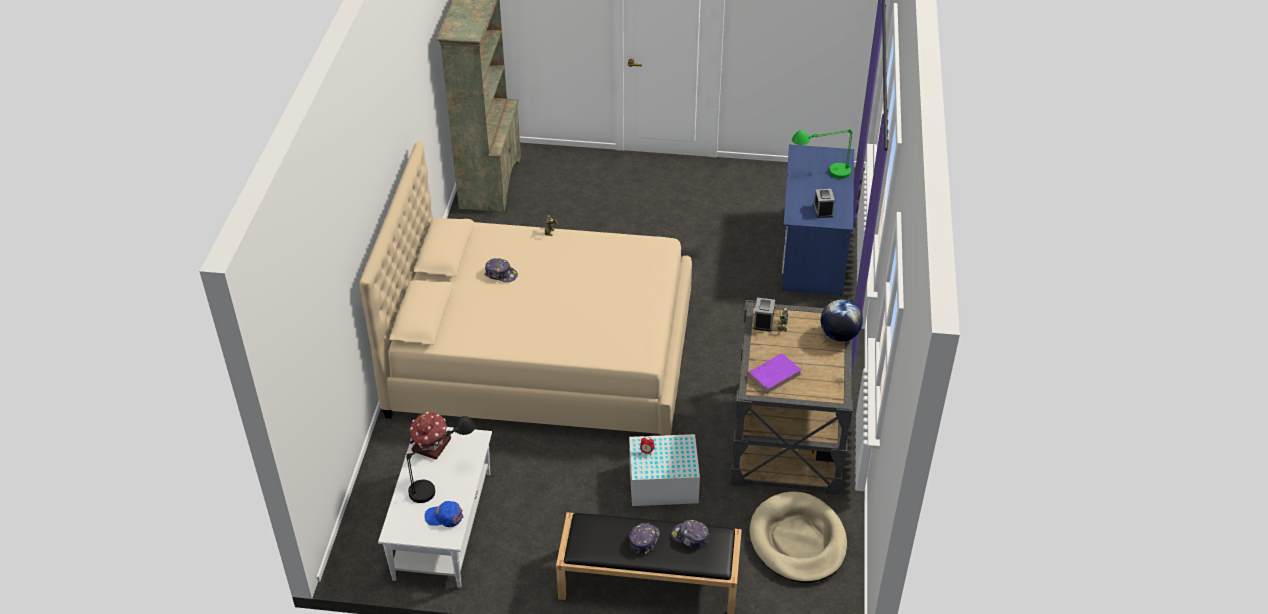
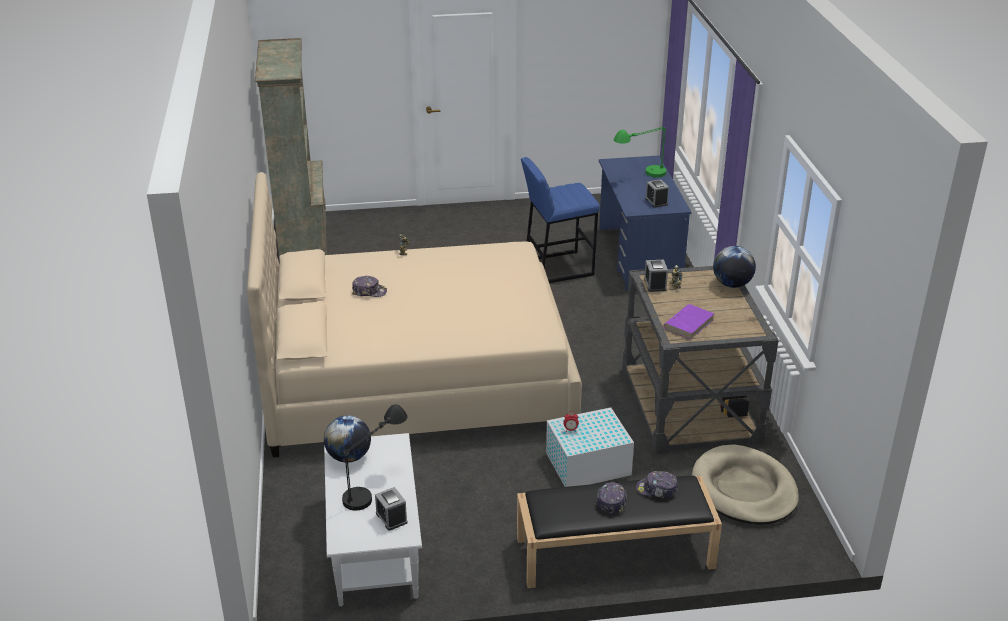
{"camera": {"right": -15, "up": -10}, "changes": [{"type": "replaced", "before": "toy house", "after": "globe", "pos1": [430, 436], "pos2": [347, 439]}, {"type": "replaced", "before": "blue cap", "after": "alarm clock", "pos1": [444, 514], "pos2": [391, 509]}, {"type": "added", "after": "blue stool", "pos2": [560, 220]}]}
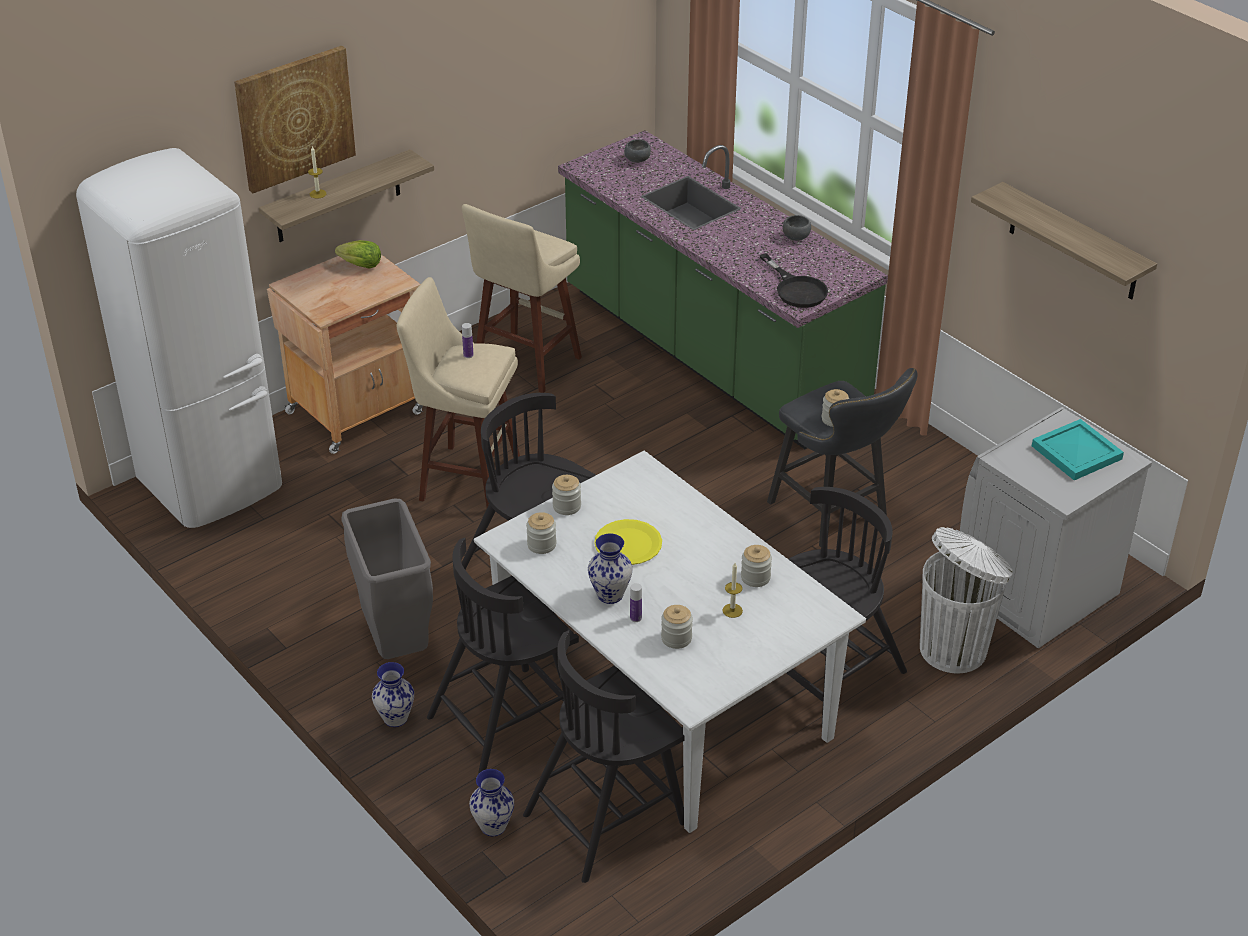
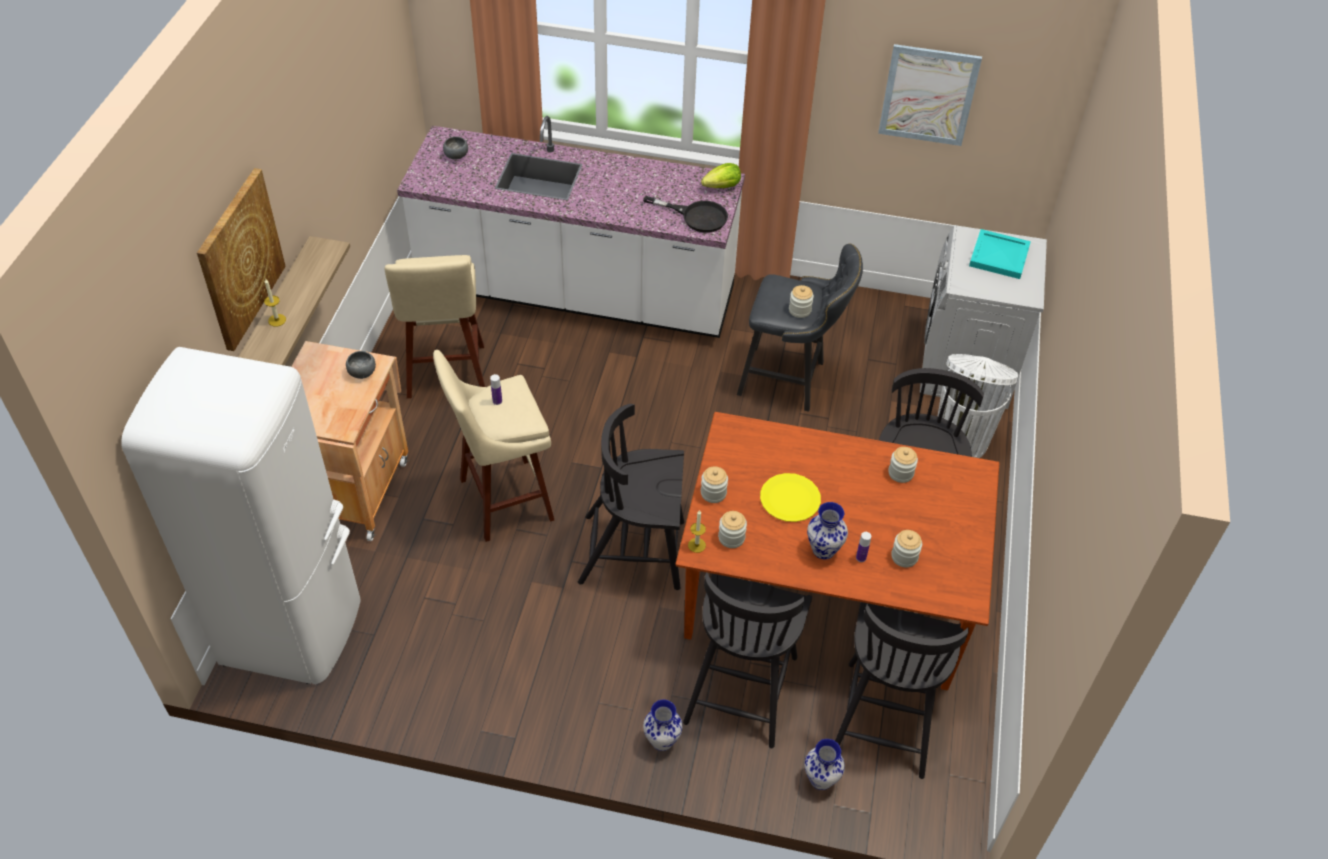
{"camera": {"right": -40, "up": 10}, "changes": [{"type": "recoloured", "before": "green counter", "after": "white counter", "pos1": [723, 289], "pos2": [571, 227]}, {"type": "replaced", "before": "shelf", "after": "picture", "pos1": [1064, 241], "pos2": [930, 95]}, {"type": "moved", "before": "grey bowl", "pos1": [797, 228], "pos2": [361, 365]}, {"type": "moved", "before": "lettuce", "pos1": [358, 254], "pos2": [721, 175]}, {"type": "recoloured", "before": "white dining table", "after": "brown dining table", "pos1": [670, 642], "pos2": [837, 551]}, {"type": "removed", "before": "grey trash can", "pos1": [387, 578]}, {"type": "moved", "before": "candle", "pos1": [732, 590], "pos2": [697, 531]}]}
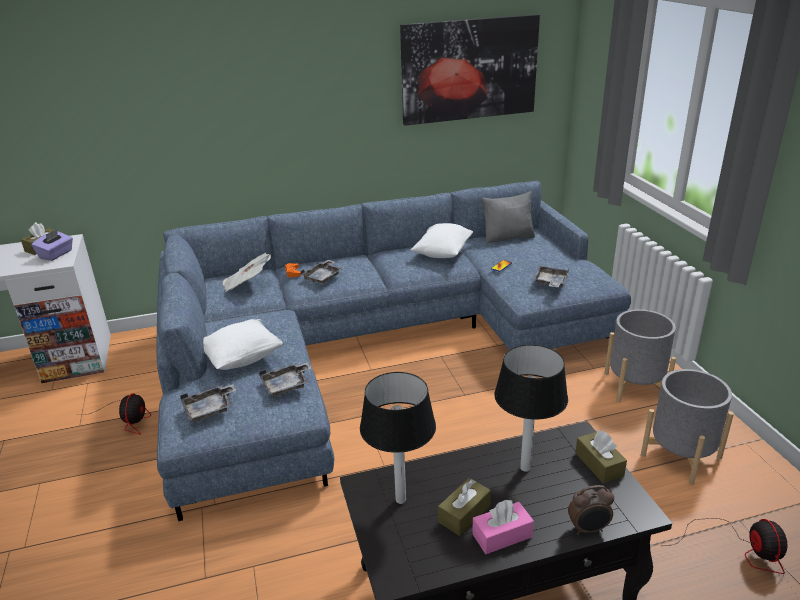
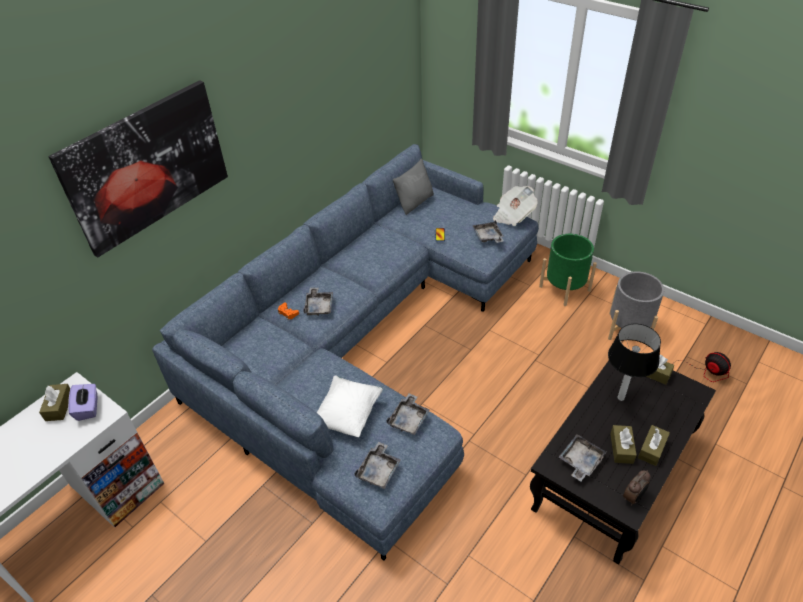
{"camera": {"right": -35, "up": 15}, "changes": [{"type": "moved", "before": "picture", "pos1": [470, 70], "pos2": [138, 168]}, {"type": "removed", "before": "white pillow", "pos1": [442, 240]}, {"type": "moved", "before": "newspaper", "pos1": [247, 272], "pos2": [515, 206]}, {"type": "recoloured", "before": "grey planter", "after": "green planter", "pos1": [640, 355], "pos2": [568, 270]}, {"type": "replaced", "before": "table lamp", "after": "grey tray", "pos1": [398, 438], "pos2": [582, 457]}, {"type": "removed", "before": "fan", "pos1": [118, 414]}, {"type": "moved", "before": "alarm clock", "pos1": [591, 510], "pos2": [636, 488]}, {"type": "recoloured", "before": "pink tissue box", "after": "brown tissue box", "pos1": [503, 527], "pos2": [654, 445]}]}
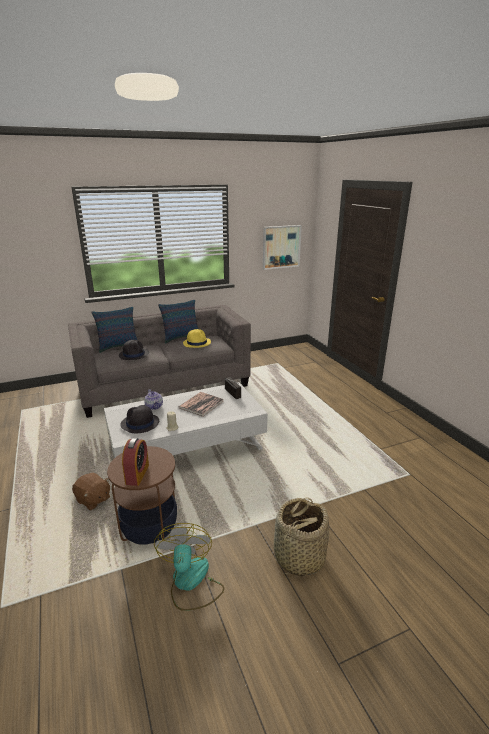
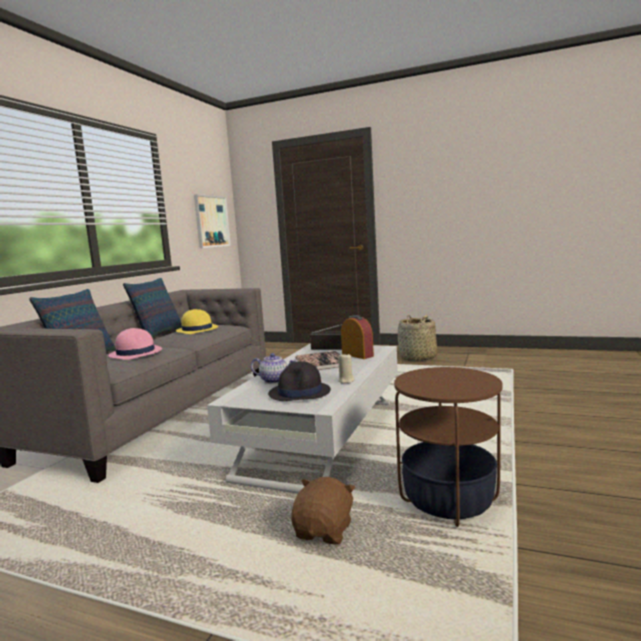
{"camera": {"right": -45, "up": -15}, "changes": [{"type": "recoloured", "before": "black hat", "after": "pink hat", "pos1": [134, 350], "pos2": [135, 344]}, {"type": "moved", "before": "alarm clock", "pos1": [135, 462], "pos2": [357, 337]}, {"type": "turned", "before": "brown plush toy", "pos1": [91, 492], "pos2": [323, 511], "turn": -60}, {"type": "moved", "before": "basket", "pos1": [301, 536], "pos2": [417, 338]}, {"type": "removed", "before": "fan", "pos1": [189, 567]}]}
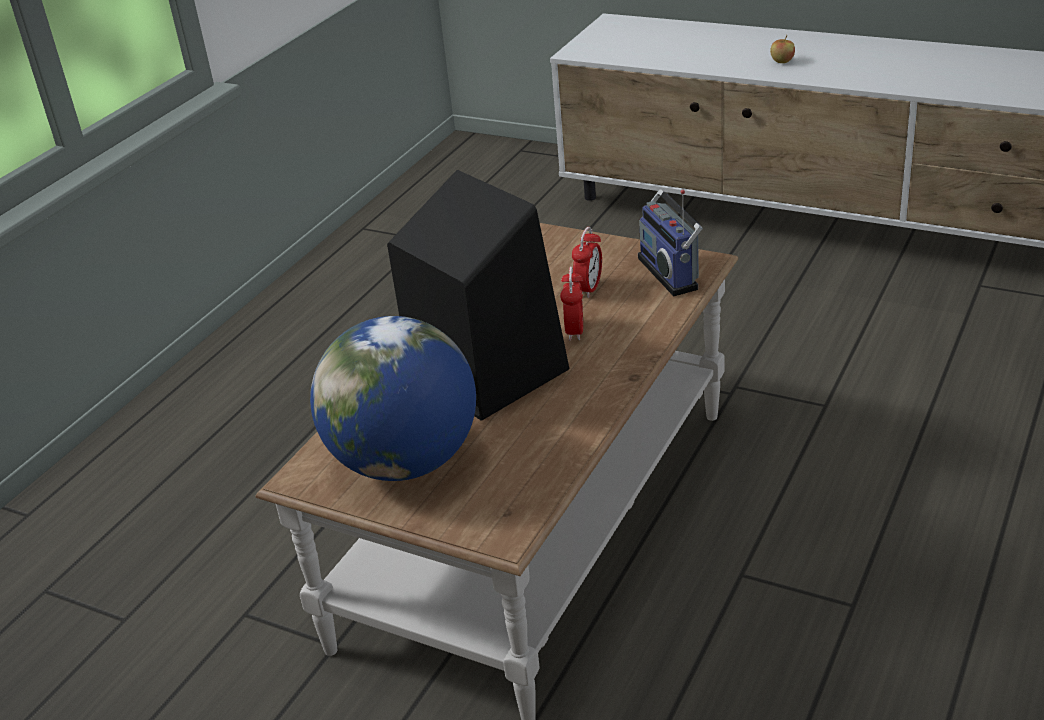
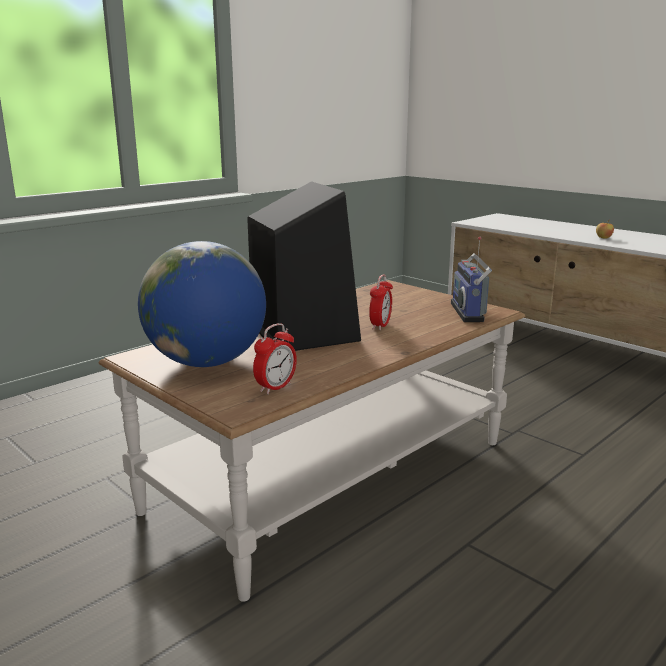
{"camera": {"right": 15, "up": -15}, "changes": [{"type": "moved", "before": "alarm clock", "pos1": [587, 262], "pos2": [275, 358]}]}
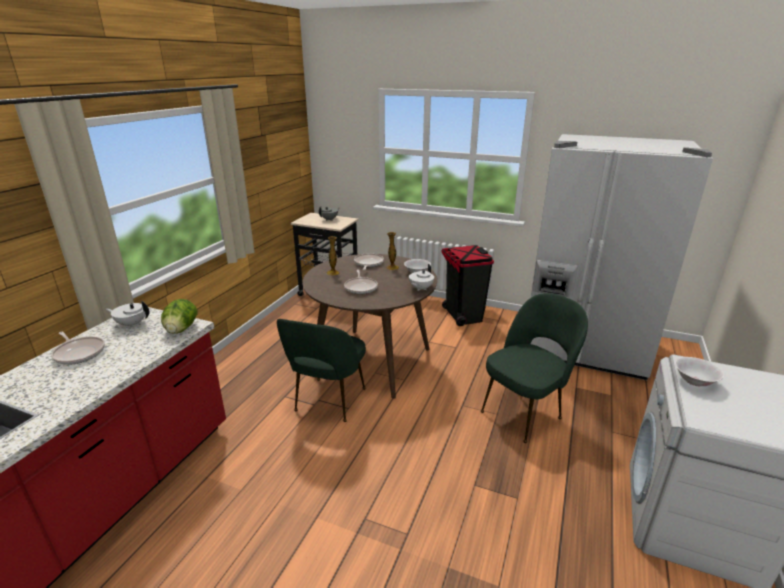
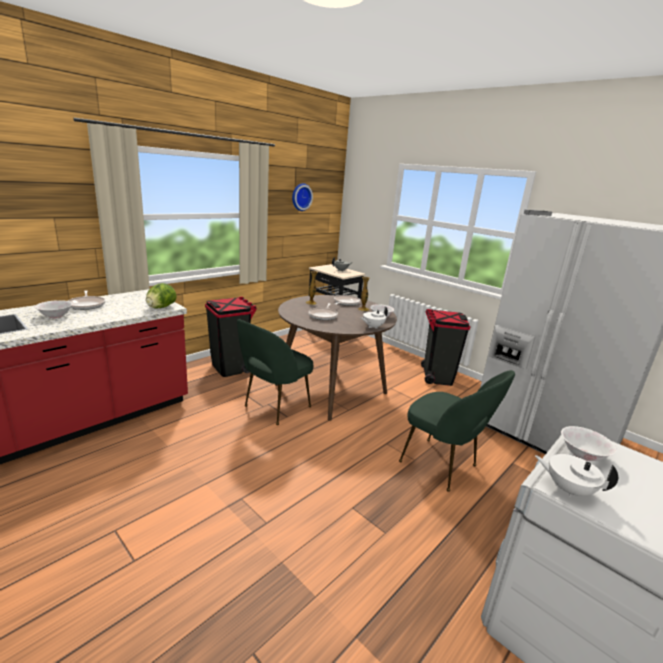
{"camera": {"right": 20, "up": -5}, "changes": [{"type": "turned", "before": "green chair", "pos1": [534, 368], "pos2": [457, 431], "turn": 60}, {"type": "moved", "before": "white teapot", "pos1": [127, 314], "pos2": [576, 475]}, {"type": "added", "after": "wall clock", "pos2": [302, 197]}, {"type": "added", "after": "black trash can", "pos2": [231, 337]}, {"type": "added", "after": "white bowl", "pos2": [54, 309]}]}
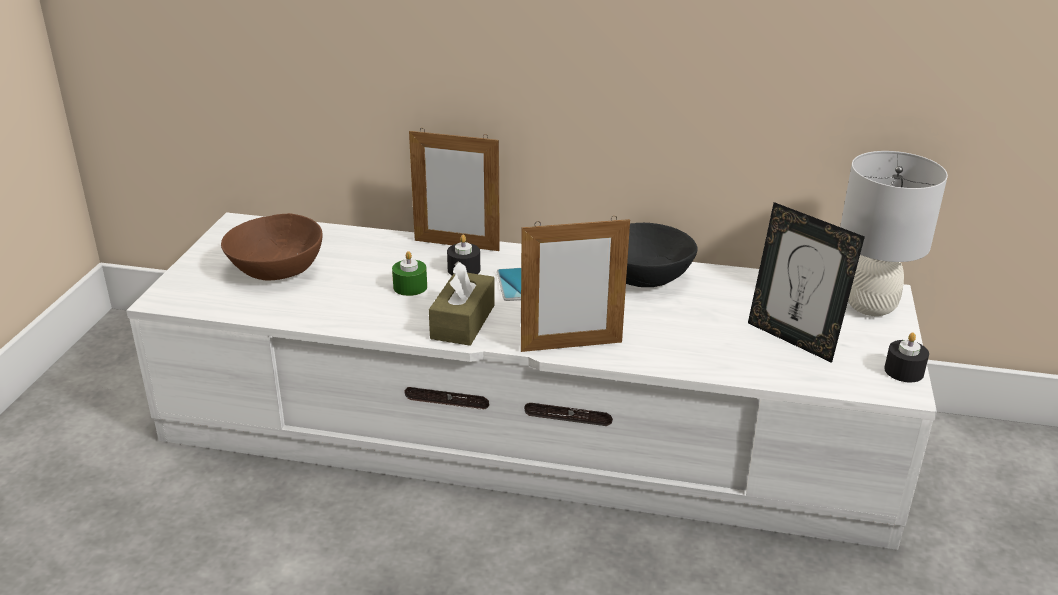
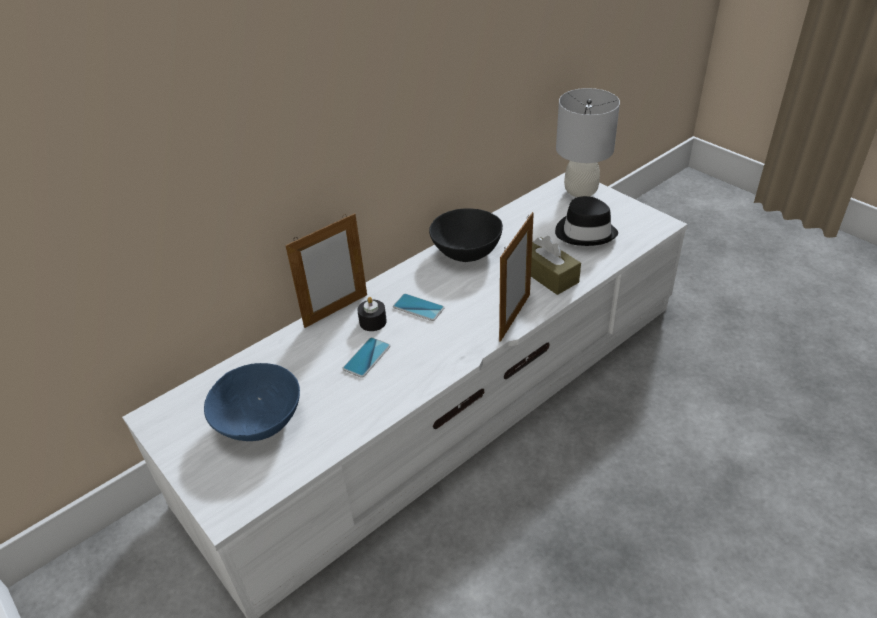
{"camera": {"right": -50, "up": 10}, "changes": [{"type": "replaced", "before": "picture frame", "after": "black hat", "pos1": [806, 282], "pos2": [586, 221]}, {"type": "recoloured", "before": "brown bowl", "after": "blue bowl", "pos1": [272, 246], "pos2": [252, 402]}, {"type": "replaced", "before": "green candle", "after": "phone", "pos1": [409, 273], "pos2": [367, 357]}, {"type": "moved", "before": "brown tissue box", "pos1": [462, 303], "pos2": [556, 265]}, {"type": "removed", "before": "black candle", "pos1": [906, 358]}]}
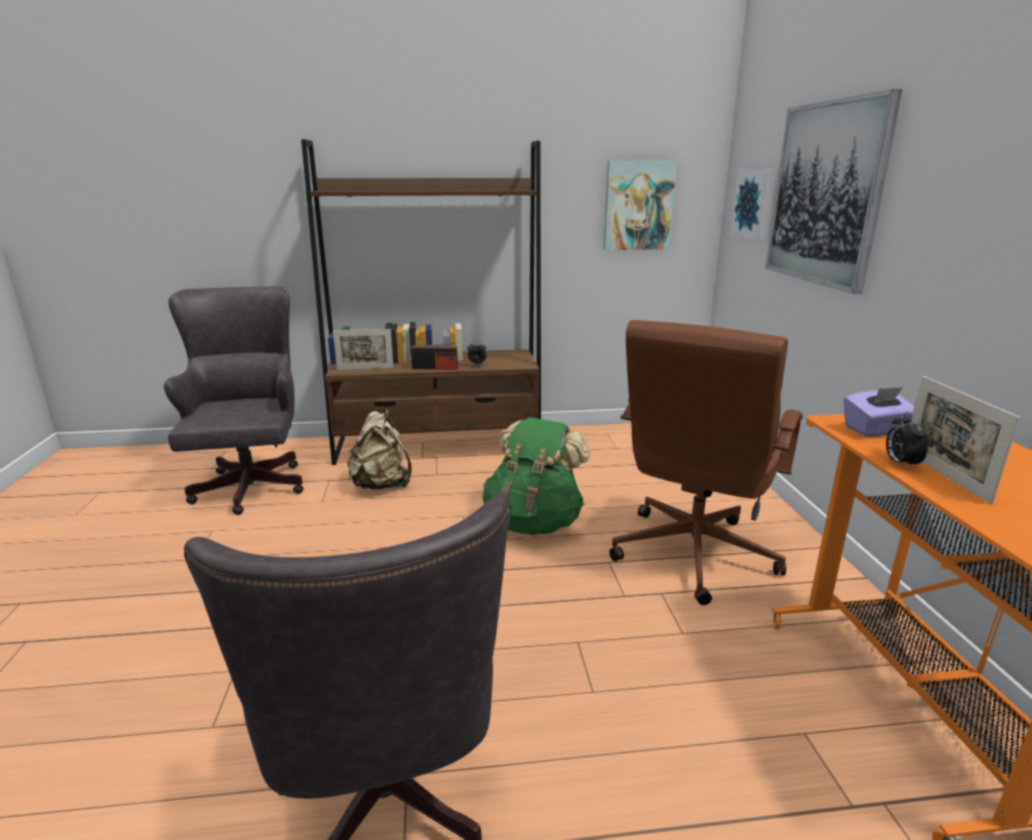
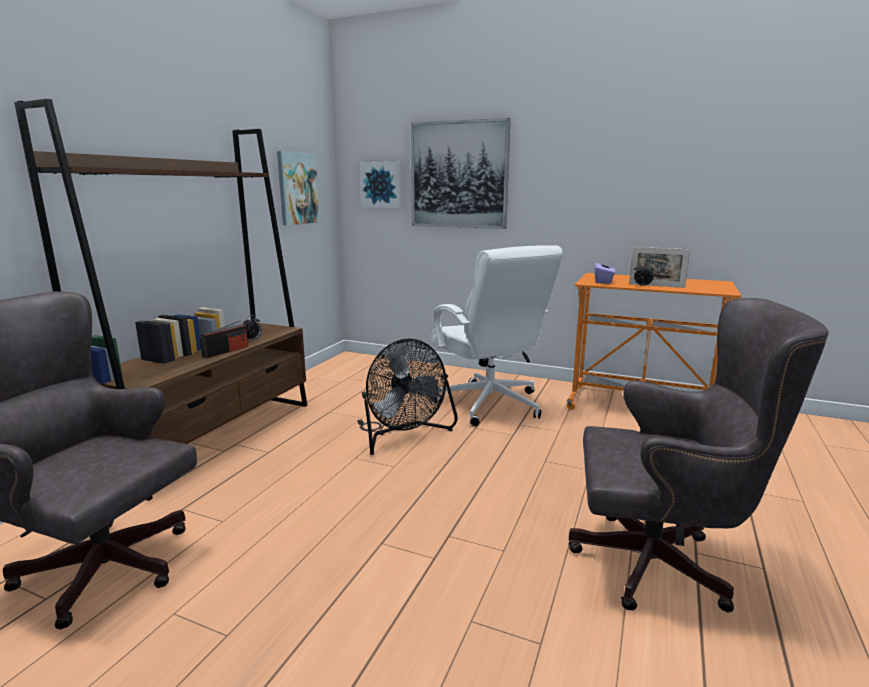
{"camera": {"right": -60, "up": -5}, "changes": [{"type": "recoloured", "before": "brown office chair", "after": "white office chair", "pos1": [706, 462], "pos2": [497, 335]}, {"type": "removed", "before": "picture frame", "pos1": [363, 349]}, {"type": "removed", "before": "beige backpack", "pos1": [380, 449]}, {"type": "replaced", "before": "green backpack", "after": "black fan", "pos1": [537, 476], "pos2": [408, 397]}]}
